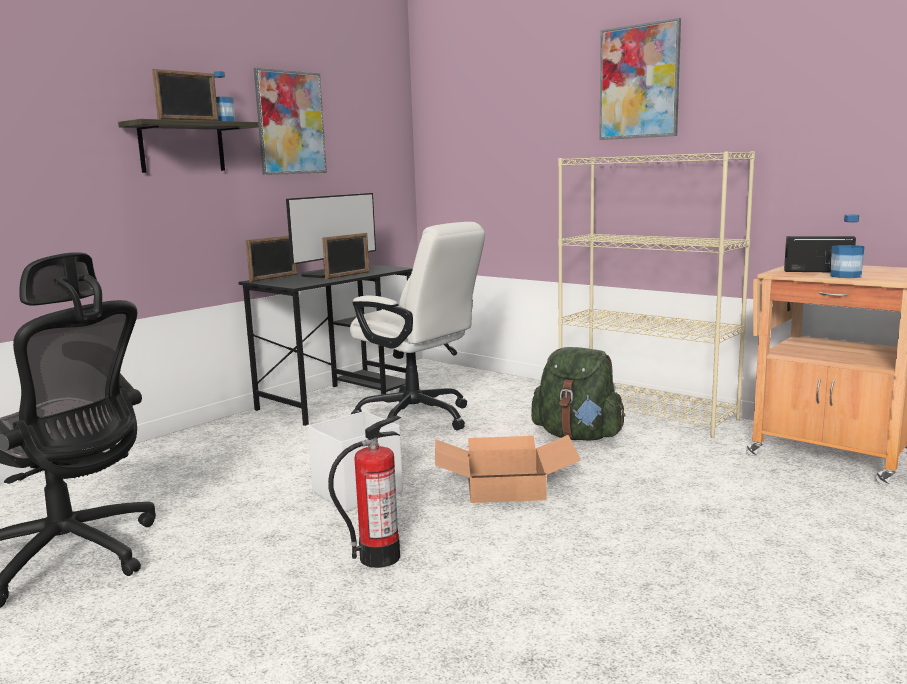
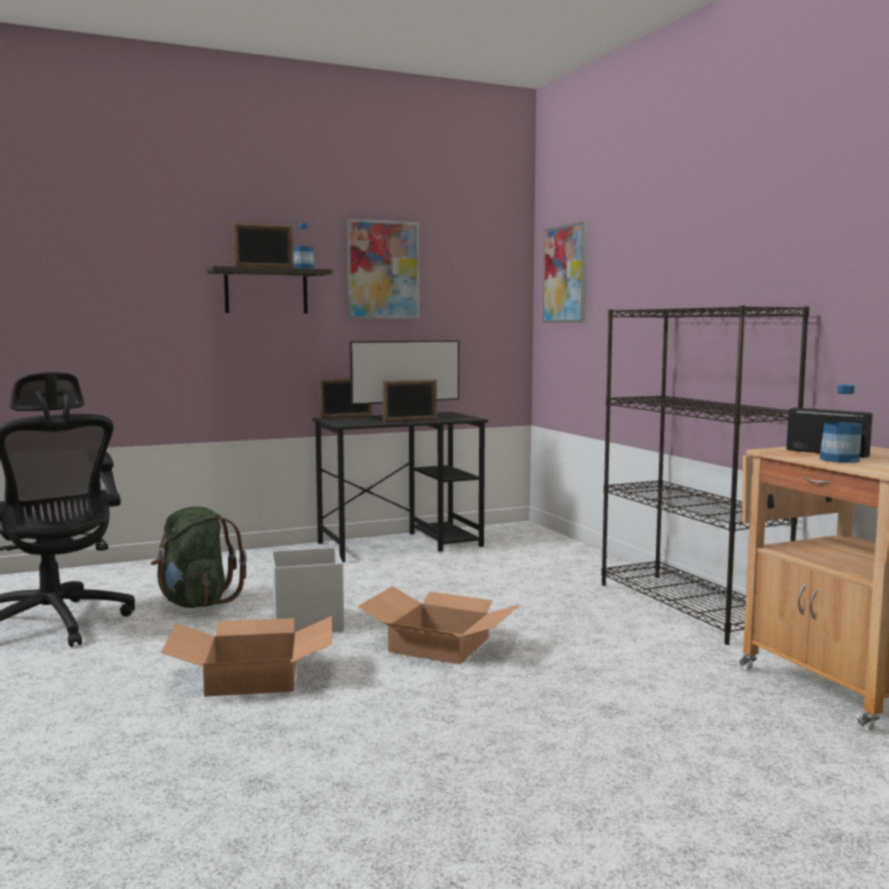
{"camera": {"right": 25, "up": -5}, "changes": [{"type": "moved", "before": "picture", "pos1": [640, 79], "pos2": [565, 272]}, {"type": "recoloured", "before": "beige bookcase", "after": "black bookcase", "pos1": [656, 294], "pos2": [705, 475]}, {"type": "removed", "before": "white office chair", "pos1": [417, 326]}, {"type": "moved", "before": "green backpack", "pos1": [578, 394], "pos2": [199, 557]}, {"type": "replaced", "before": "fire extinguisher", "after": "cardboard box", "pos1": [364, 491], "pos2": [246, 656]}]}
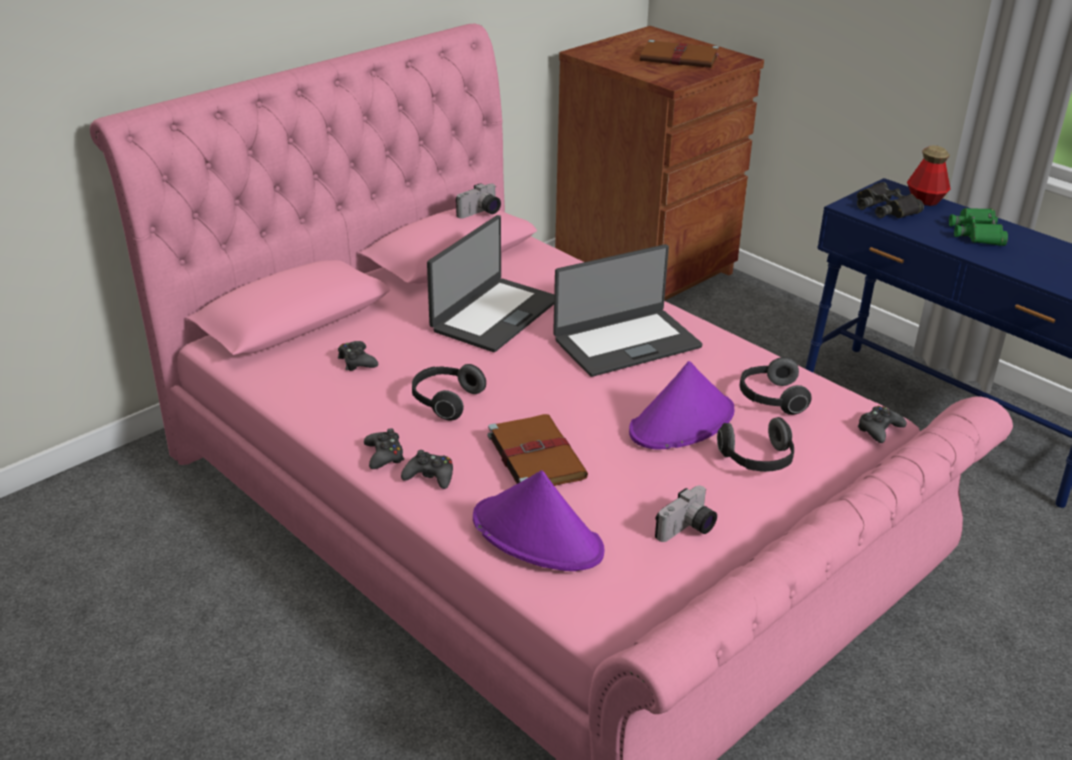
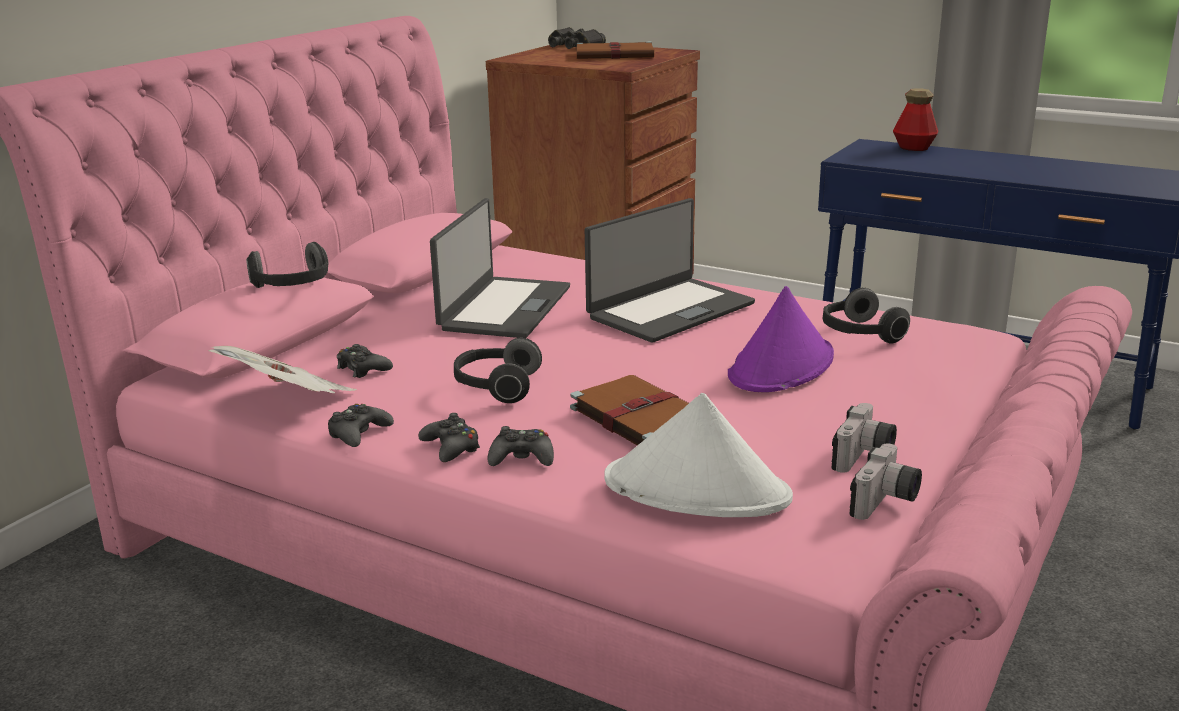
{"camera": {"right": -15, "up": -10}, "changes": [{"type": "moved", "before": "black binoculars", "pos1": [890, 200], "pos2": [577, 38]}, {"type": "moved", "before": "photo camera", "pos1": [478, 200], "pos2": [886, 482]}, {"type": "removed", "before": "green binoculars", "pos1": [978, 227]}, {"type": "moved", "before": "black game controller", "pos1": [882, 424], "pos2": [361, 425]}, {"type": "moved", "before": "headphones", "pos1": [755, 444], "pos2": [287, 265]}, {"type": "recoloured", "before": "purple hat", "after": "white hat", "pos1": [538, 520], "pos2": [698, 455]}, {"type": "added", "after": "newspaper", "pos2": [282, 369]}]}
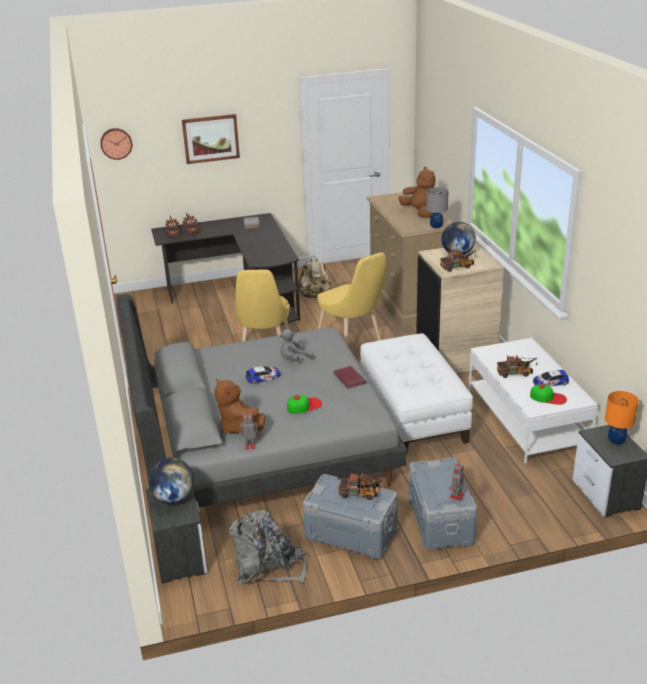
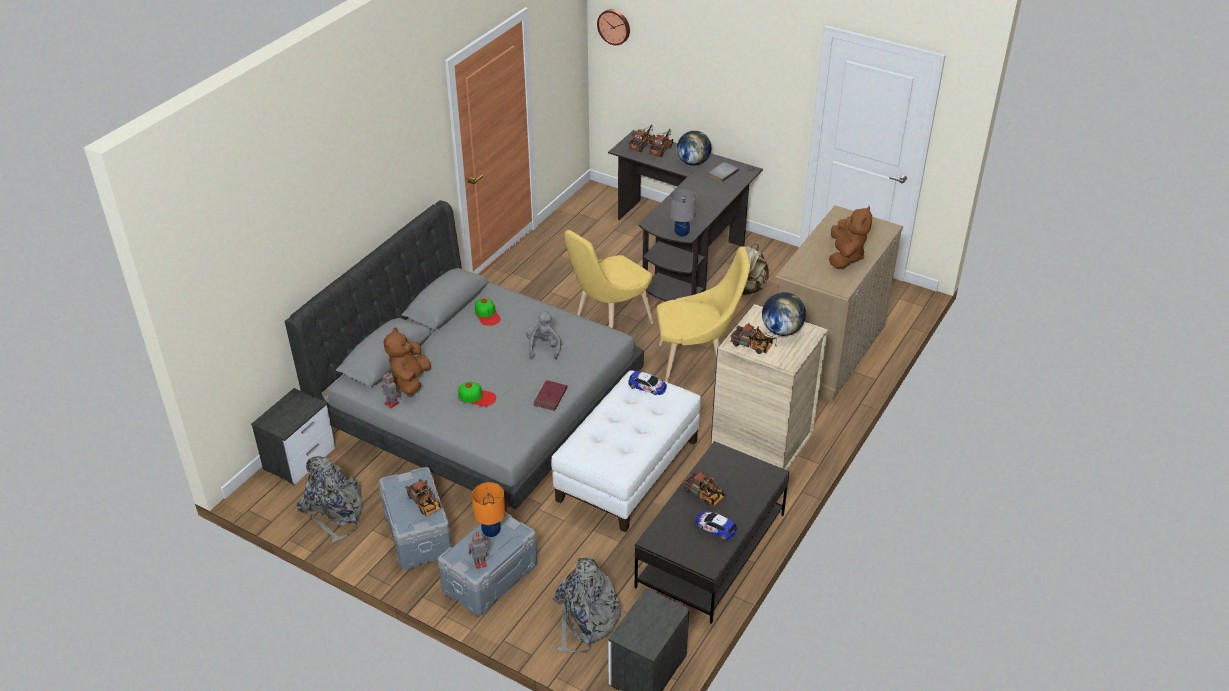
{"camera": {"right": 45, "up": 10}, "changes": [{"type": "removed", "before": "picture", "pos1": [211, 139]}, {"type": "moved", "before": "grey table lamp", "pos1": [437, 207], "pos2": [683, 212]}, {"type": "turned", "before": "yellow chair", "pos1": [351, 298], "pos2": [703, 314], "turn": -105}, {"type": "turned", "before": "grey plush toy", "pos1": [296, 345], "pos2": [543, 335], "turn": 75}, {"type": "recoloured", "before": "white coffee table", "after": "black coffee table", "pos1": [533, 401], "pos2": [712, 532]}, {"type": "moved", "before": "toy car", "pos1": [262, 375], "pos2": [647, 383]}, {"type": "moved", "before": "cap", "pos1": [548, 394], "pos2": [488, 312]}, {"type": "moved", "before": "orange table lamp", "pos1": [622, 418], "pos2": [489, 509]}, {"type": "moved", "before": "globe", "pos1": [171, 481], "pos2": [694, 148]}, {"type": "added", "after": "grey backpack", "pos2": [589, 604]}]}
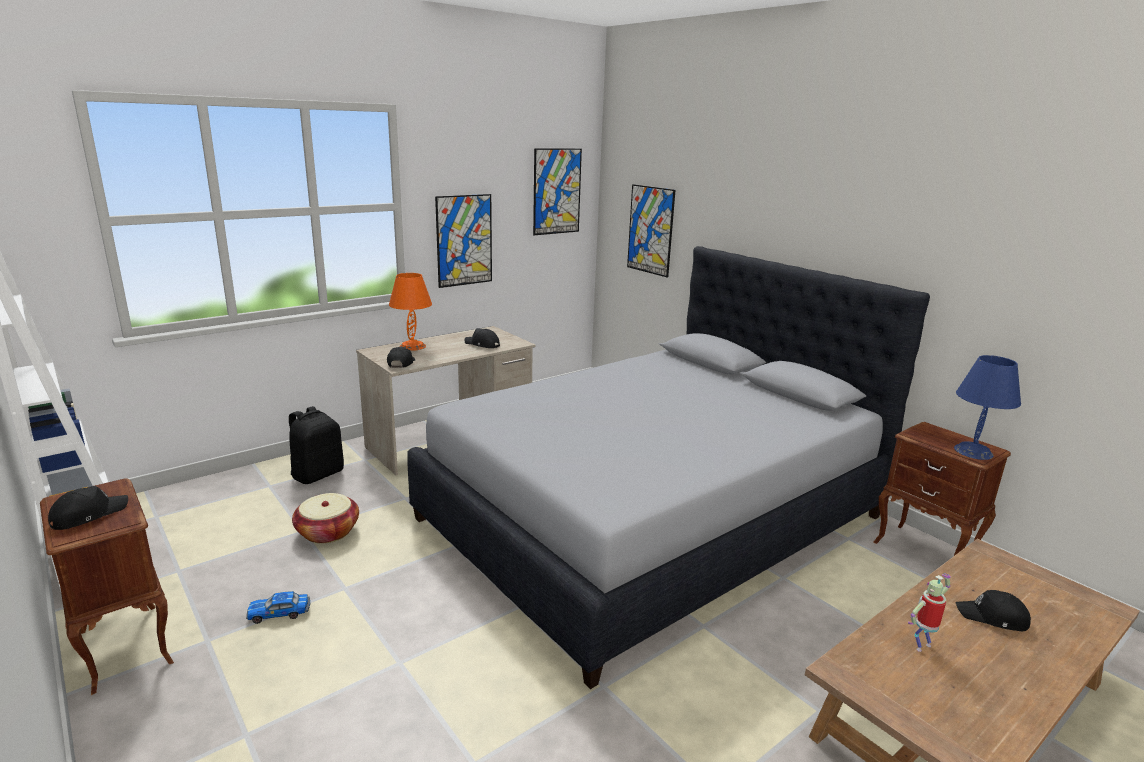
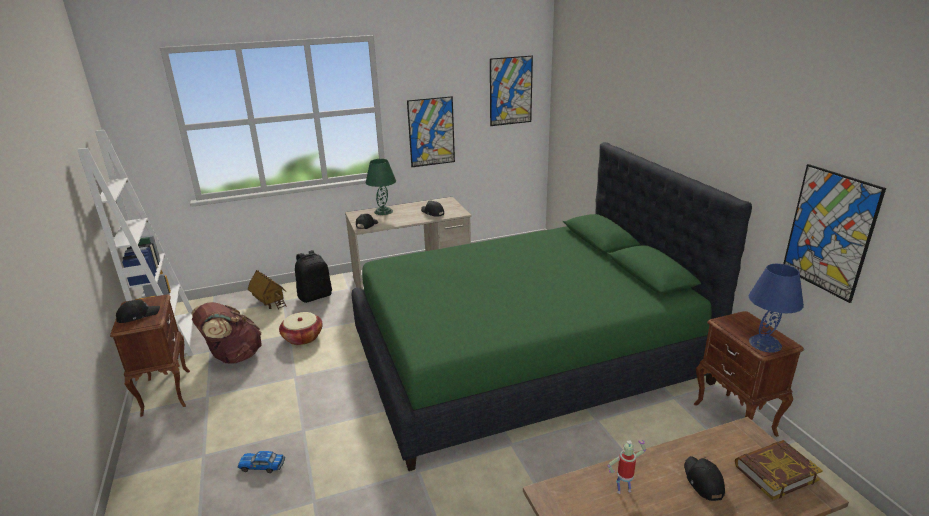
{"camera": {"right": 20, "up": 5}, "changes": [{"type": "moved", "before": "picture", "pos1": [651, 230], "pos2": [834, 233]}, {"type": "recoloured", "before": "grey bed", "after": "green bed", "pos1": [668, 467], "pos2": [552, 306]}, {"type": "recoloured", "before": "orange table lamp", "after": "green table lamp", "pos1": [410, 312], "pos2": [381, 187]}, {"type": "turned", "before": "black cap", "pos1": [993, 610], "pos2": [704, 478], "turn": 45}, {"type": "moved", "before": "toy car", "pos1": [278, 607], "pos2": [261, 462]}, {"type": "added", "after": "toy house", "pos2": [267, 290]}, {"type": "added", "after": "brown backpack", "pos2": [226, 333]}, {"type": "added", "after": "book", "pos2": [779, 470]}]}
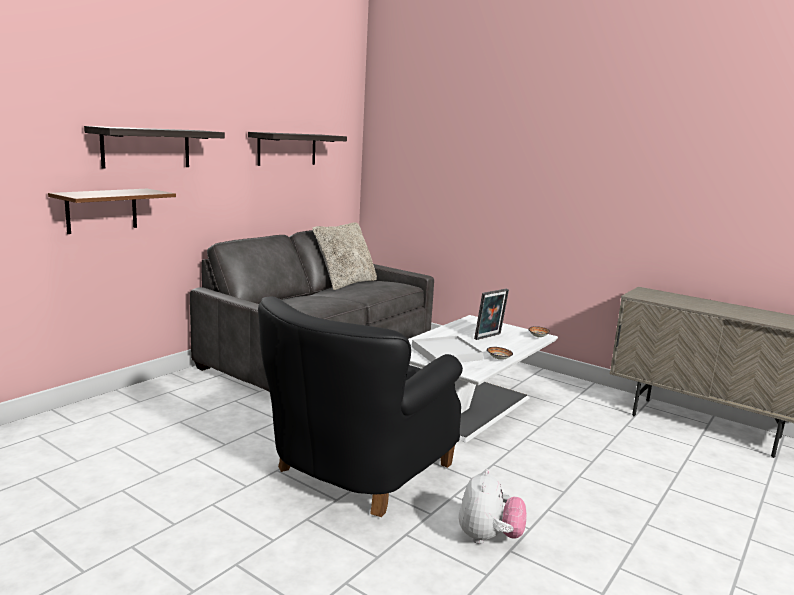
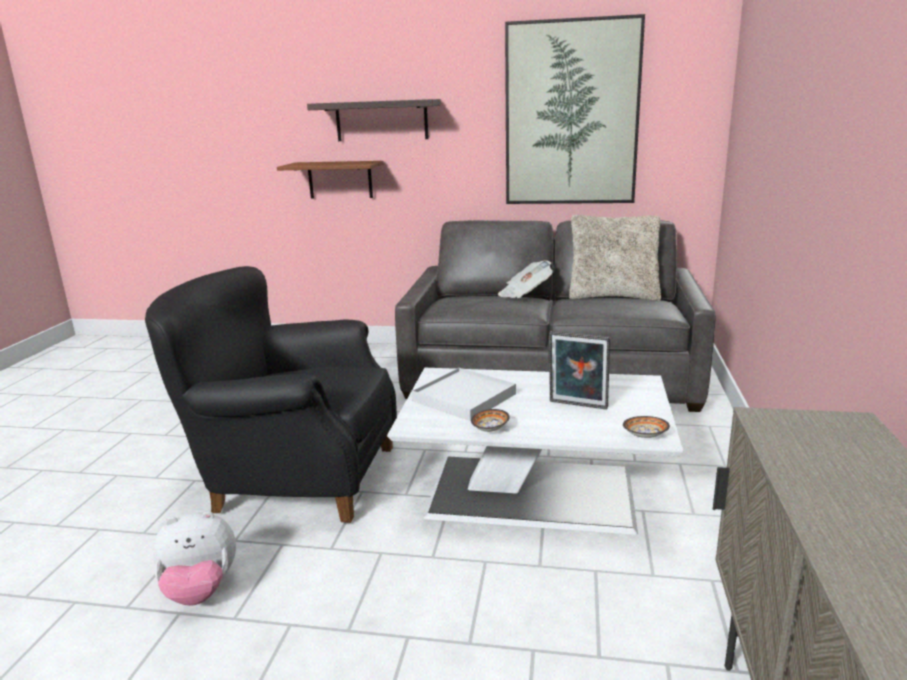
{"camera": {"right": 65, "up": 5}, "changes": [{"type": "replaced", "before": "shelf", "after": "picture", "pos1": [297, 149], "pos2": [575, 109]}, {"type": "added", "after": "newspaper", "pos2": [525, 279]}]}
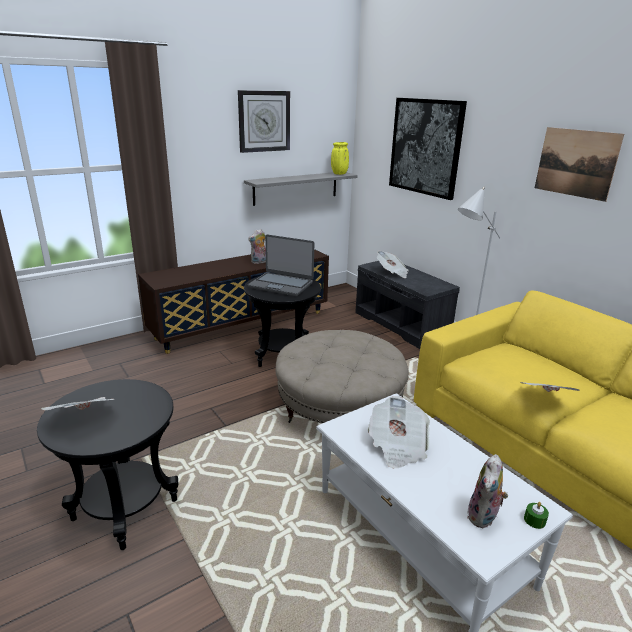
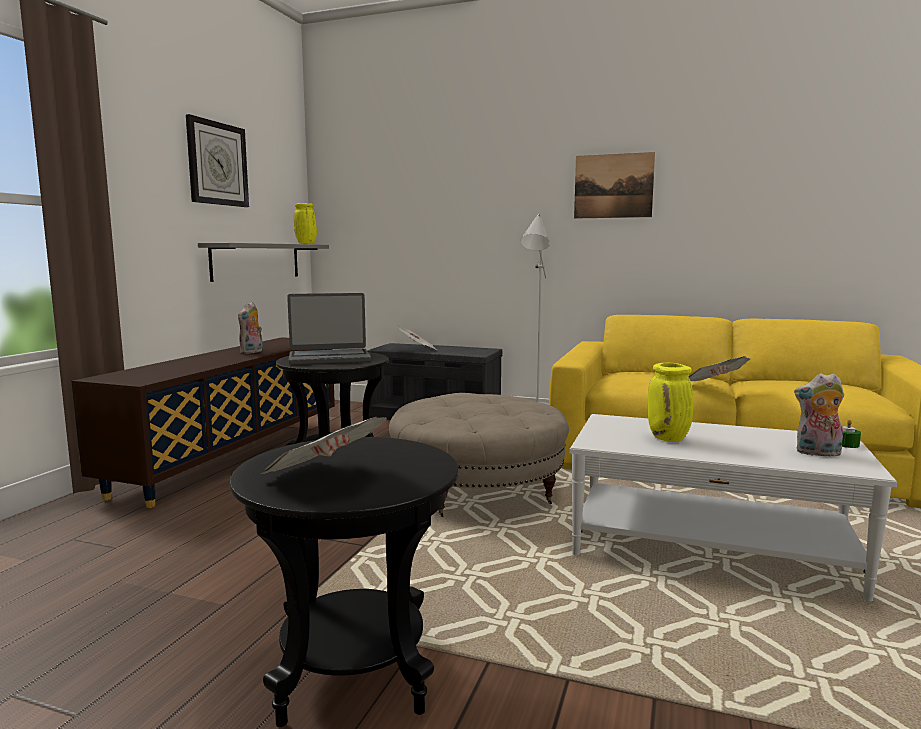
{"camera": {"right": -35, "up": -15}, "changes": [{"type": "removed", "before": "picture", "pos1": [428, 149]}, {"type": "replaced", "before": "newspaper", "after": "yellow vase", "pos1": [398, 432], "pos2": [670, 402]}, {"type": "turned", "before": "plush toy", "pos1": [487, 491], "pos2": [819, 414], "turn": 105}]}
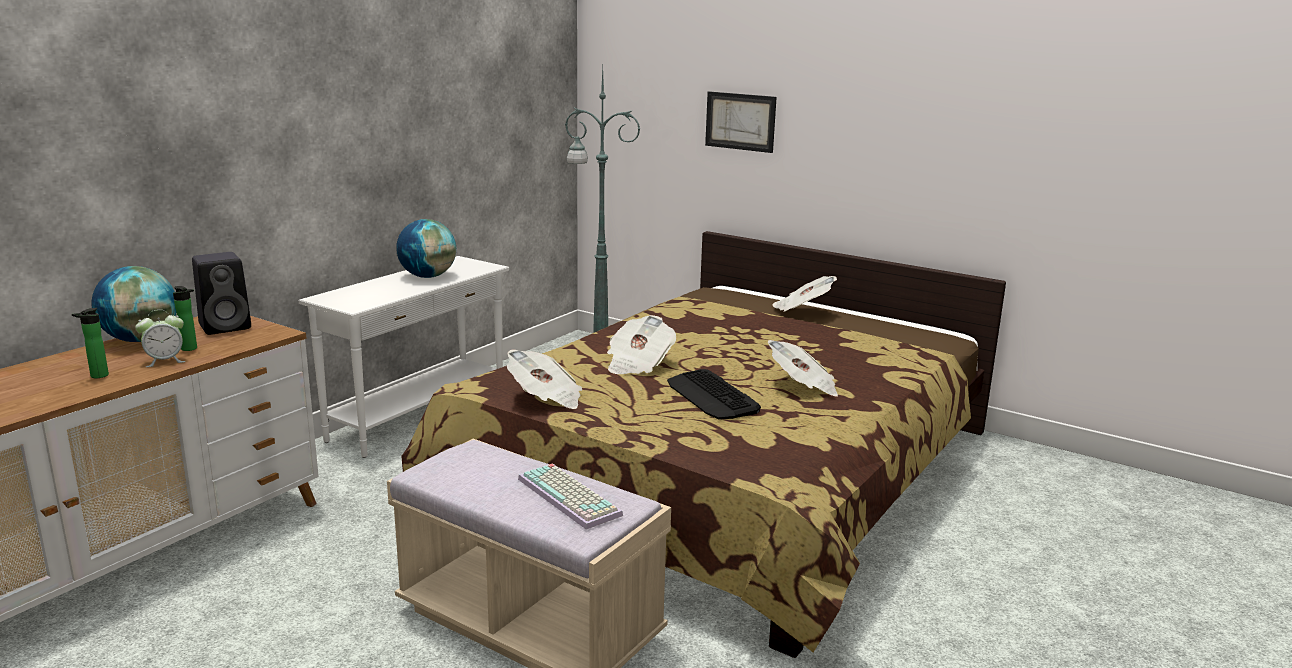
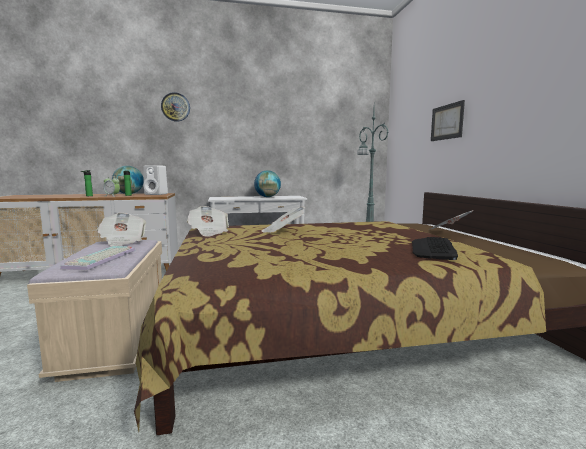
{"camera": {"right": 45, "up": -10}, "changes": [{"type": "recoloured", "before": "black speaker", "after": "white speaker", "pos1": [221, 293], "pos2": [155, 180]}, {"type": "moved", "before": "newspaper", "pos1": [803, 368], "pos2": [121, 229]}, {"type": "moved", "before": "keyboard", "pos1": [714, 394], "pos2": [435, 248]}, {"type": "added", "after": "wall clock", "pos2": [175, 107]}]}
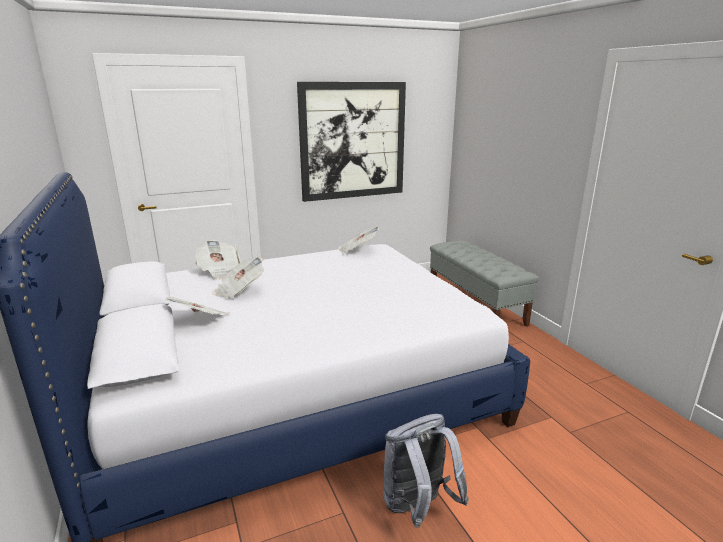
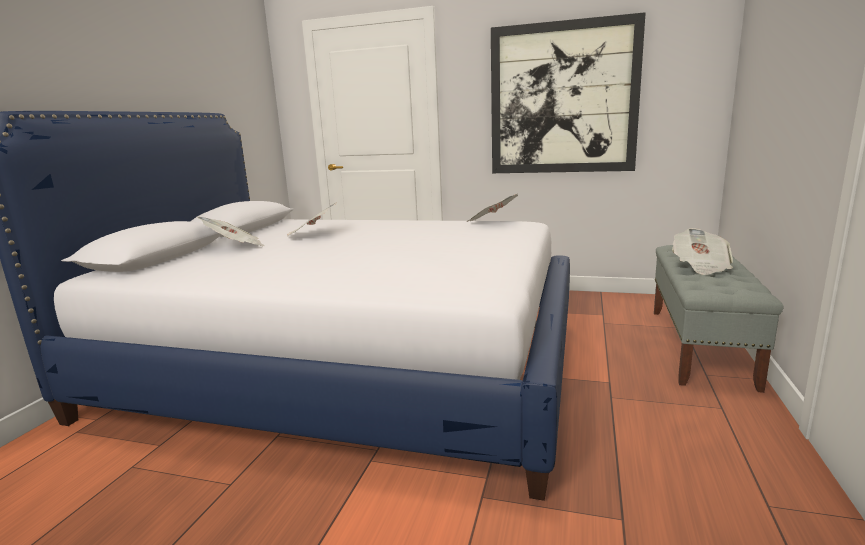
{"camera": {"right": 40, "up": -5}, "changes": [{"type": "moved", "before": "newspaper", "pos1": [218, 260], "pos2": [702, 251]}, {"type": "removed", "before": "grey backpack", "pos1": [426, 471]}]}
